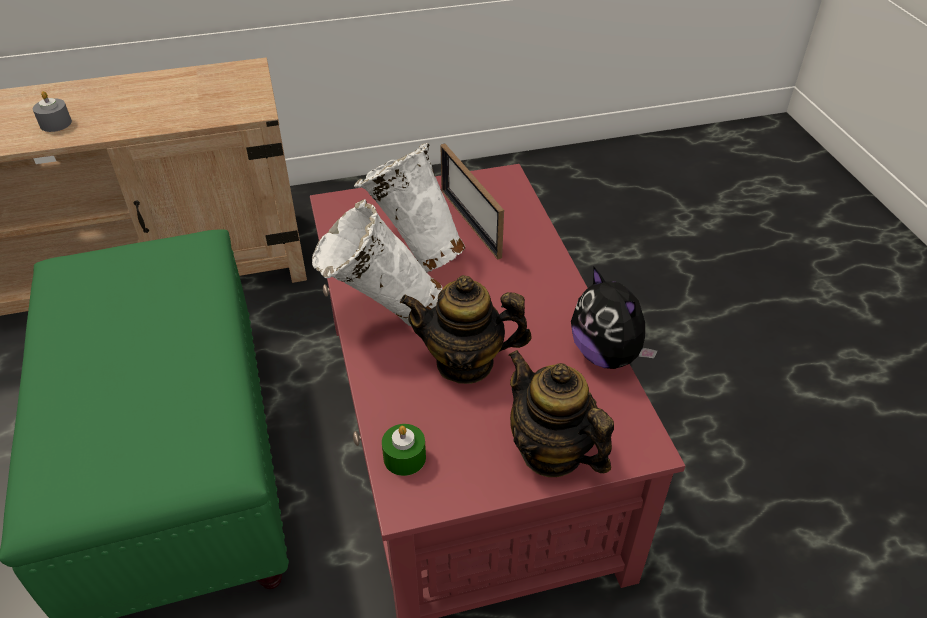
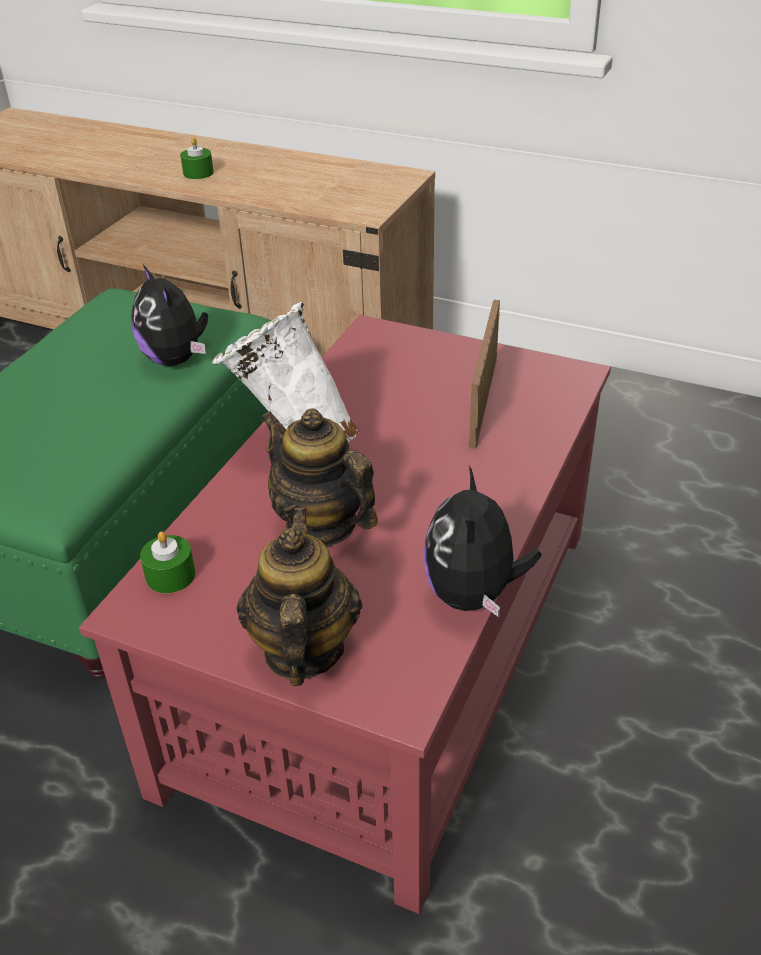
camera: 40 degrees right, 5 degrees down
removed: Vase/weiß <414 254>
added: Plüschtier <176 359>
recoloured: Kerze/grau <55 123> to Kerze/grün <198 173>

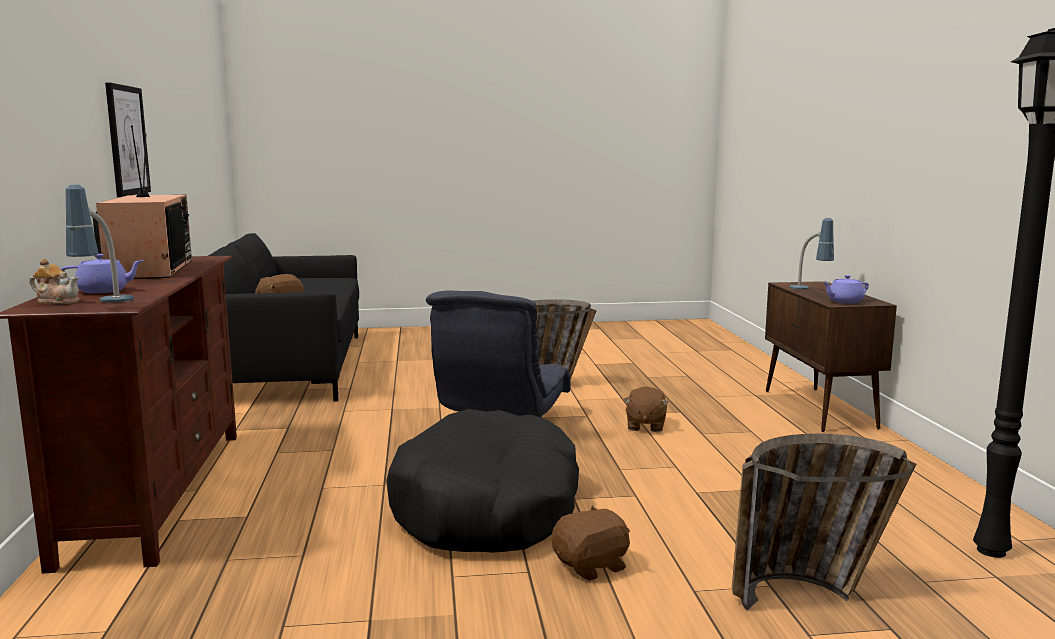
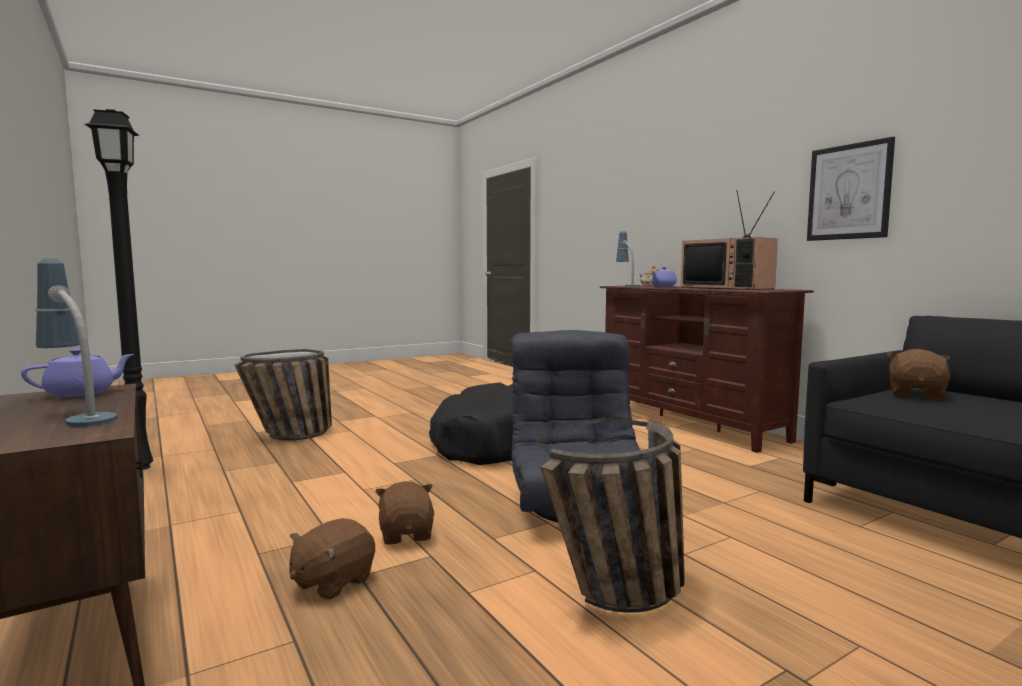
camera: 155 degrees right, 5 degrees down
moved: Plüschtier/braun <592 566> to <332 582>

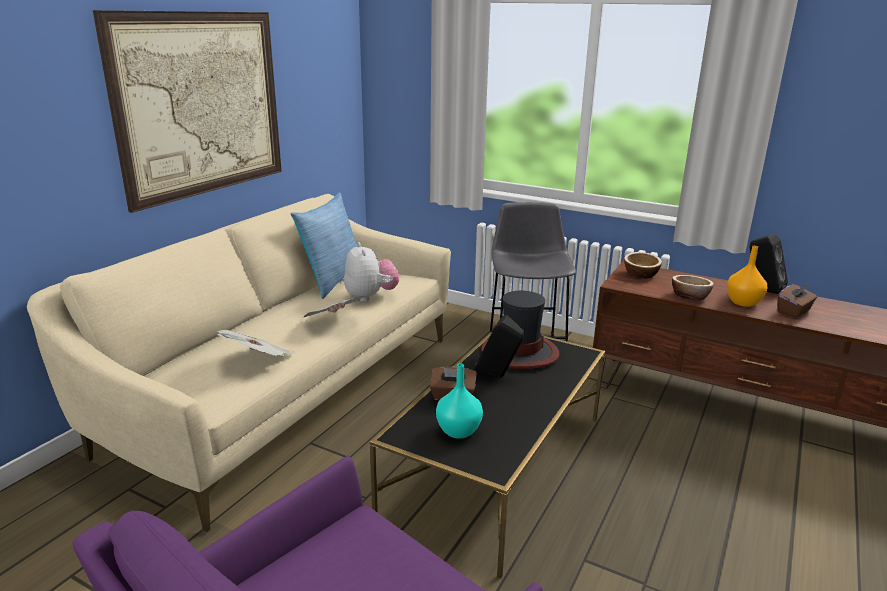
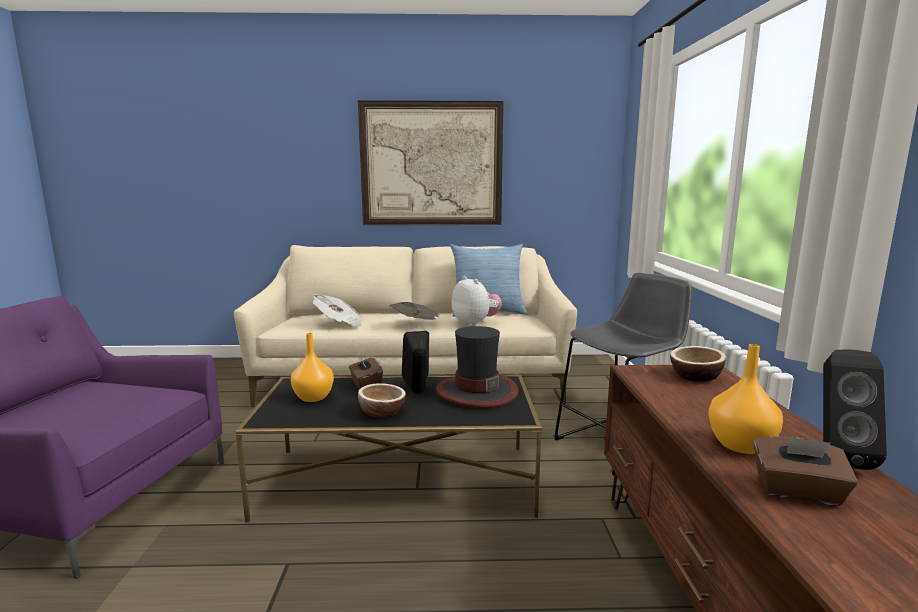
camera: 60 degrees right, 10 degrees down
moved: Schüssel <690 296> to <382 412>
recoloured: Vase/türkis <457 431> to Vase/orange <313 397>
turned: Plüschtier <370 297> = <475 323> 75 degrees counterclockwise

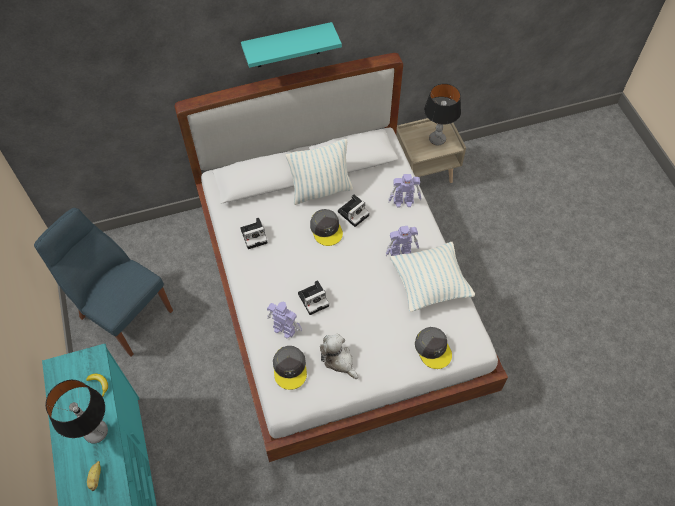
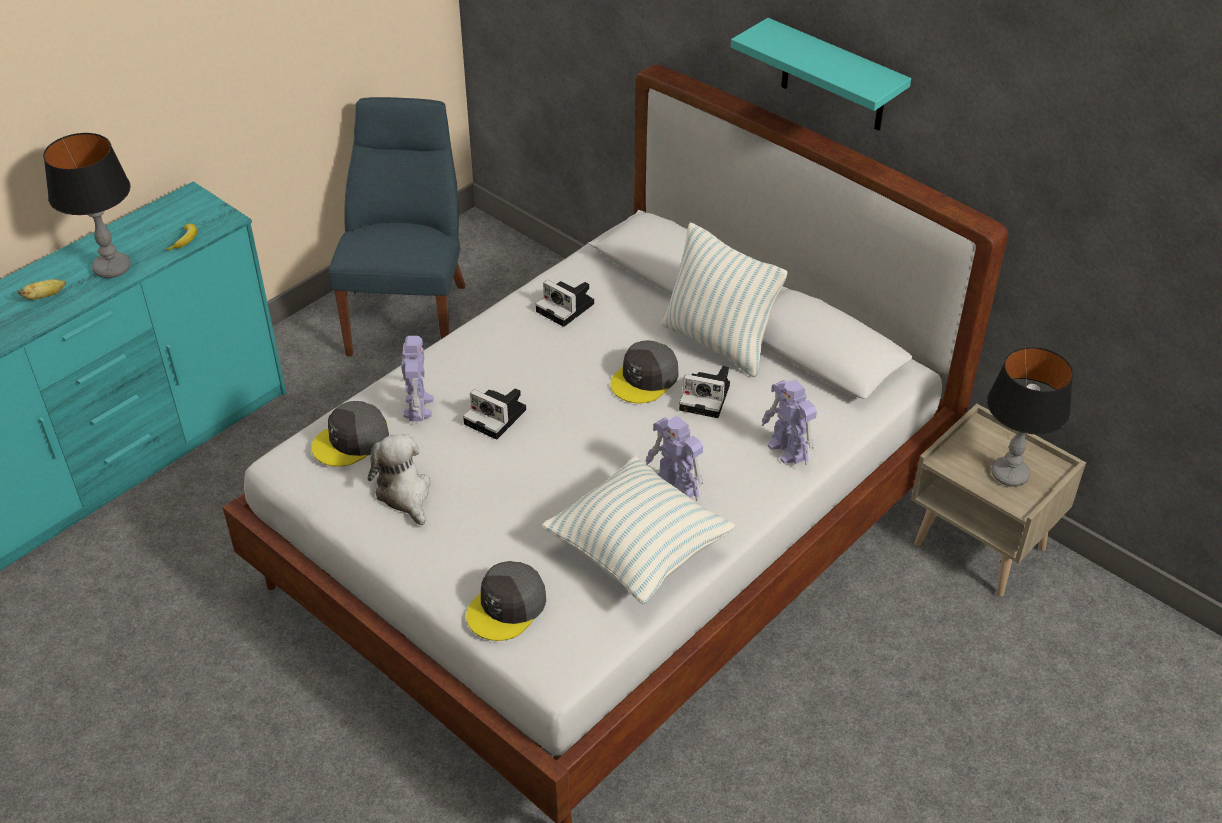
camera: 60 degrees right, 15 degrees down
turned: Plüschtier <338 360> = <405 494> 45 degrees counterclockwise

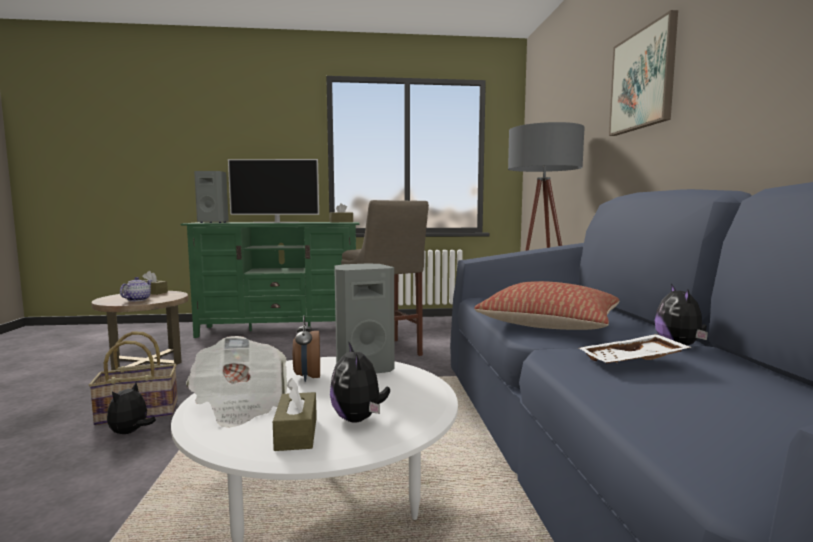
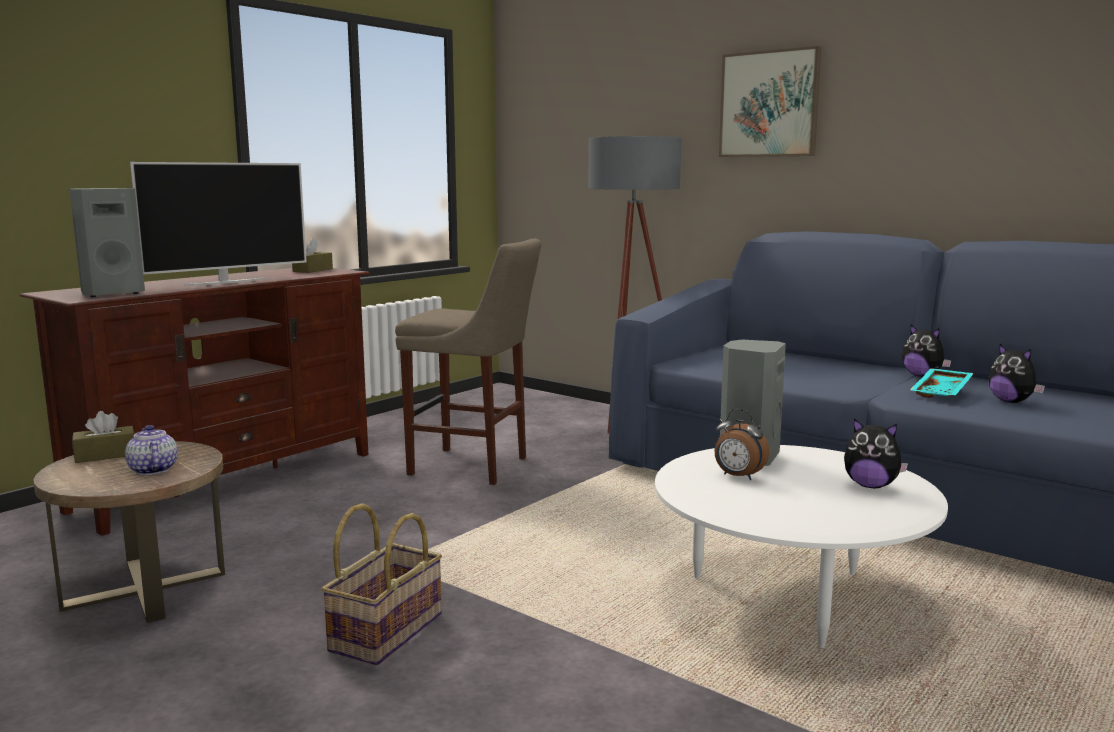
camera: 45 degrees left, 5 degrees up
removed: Zeitung <240 404>; Taschentuchbox/braun <296 433>; Kissen <549 325>
moved: Plüschtier <130 432> to <1011 401>
recoloured: Fernsehschrank/grün <280 329> to Fernsehschrank/braun <228 480>; Tablett/weiß <633 361> to Tablett/türkis <942 392>

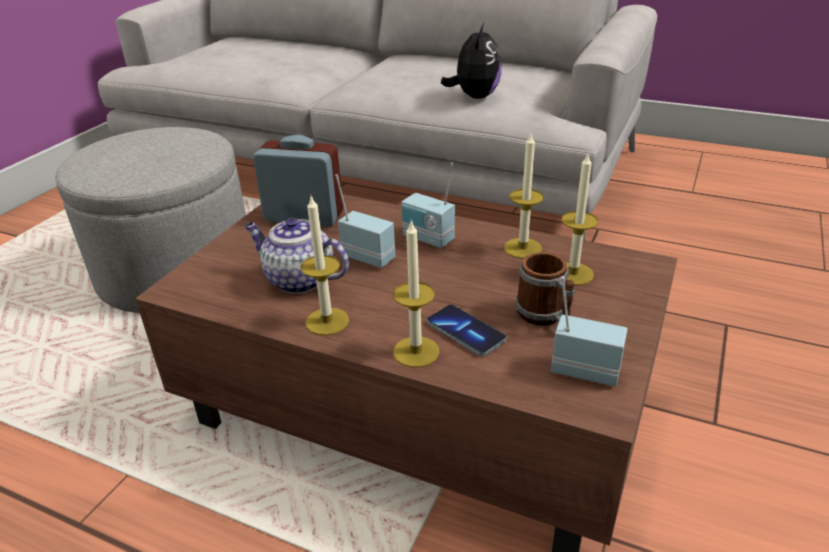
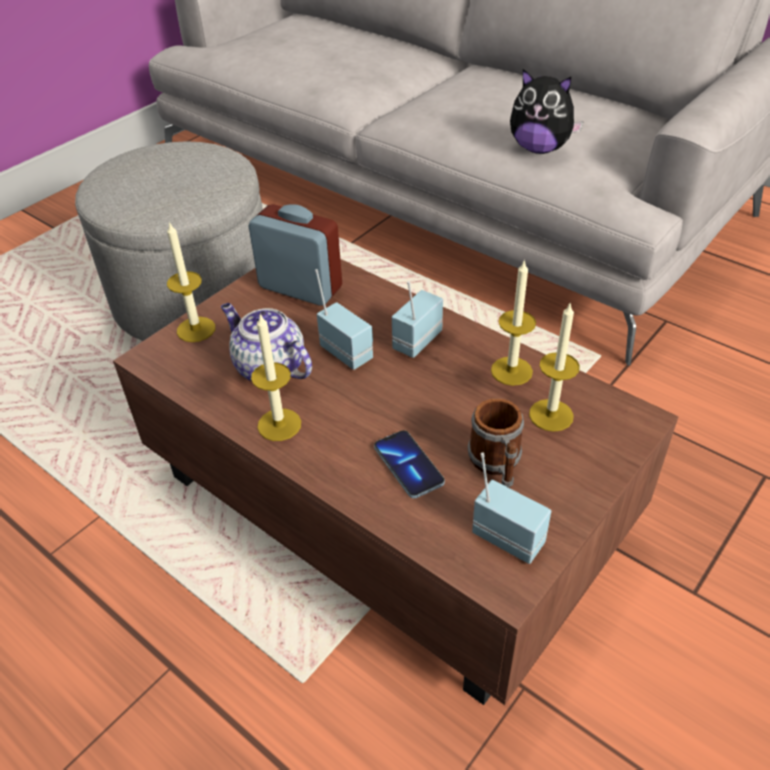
camera: 15 degrees right, 10 degrees up
moved: Kerze <416 352> to <196 329>
turned: Radio <427 239> = <415 340> 75 degrees clockwise; Plüschtier <474 96> = <539 149> 90 degrees clockwise

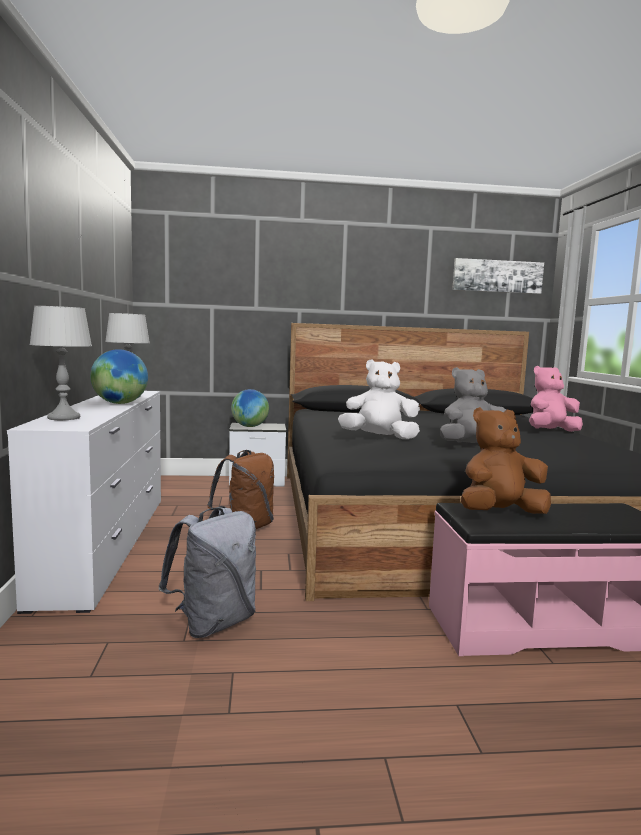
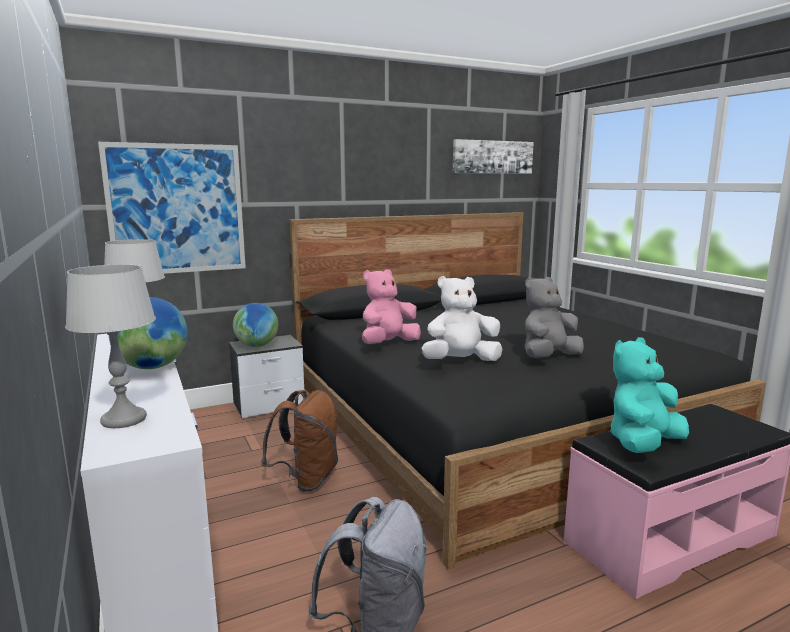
camera: 20 degrees left, 5 degrees up
added: Bild <177 209>
moved: Plüschtier/rosa <551 431> to <388 344>
recoloured: Plüschtier/braun <500 514> to Plüschtier/türkis <643 444>

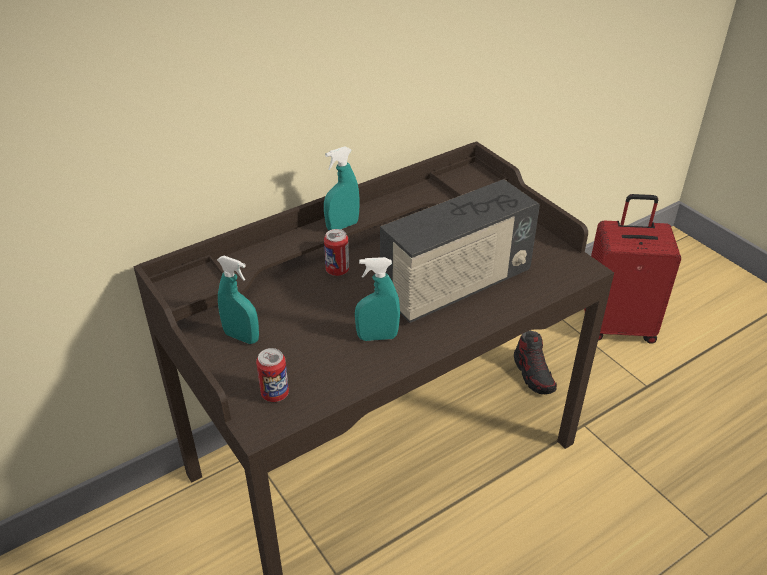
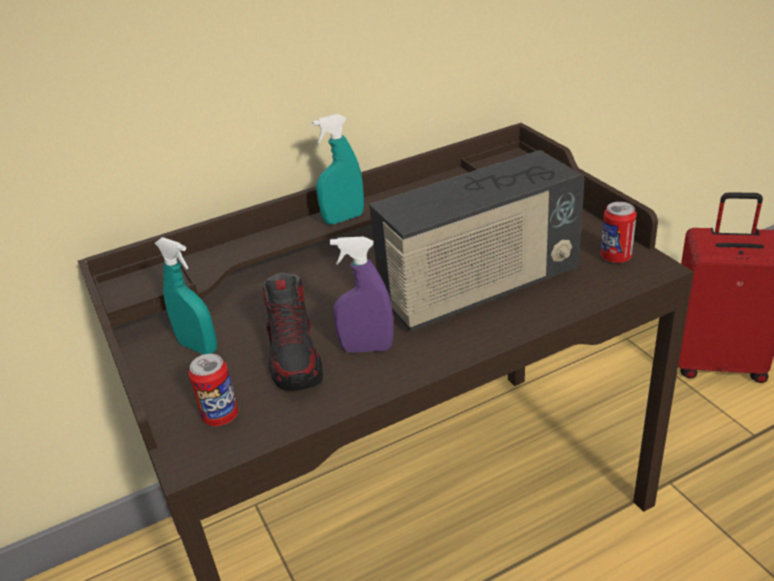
camera: 10 degrees right, 5 degrees down
moved: Dose <337 270> to <615 257>; Schuh <533 374> to <295 356>
recoloured: Sprühflasche/türkis <377 337> to Sprühflasche/lila <367 348>

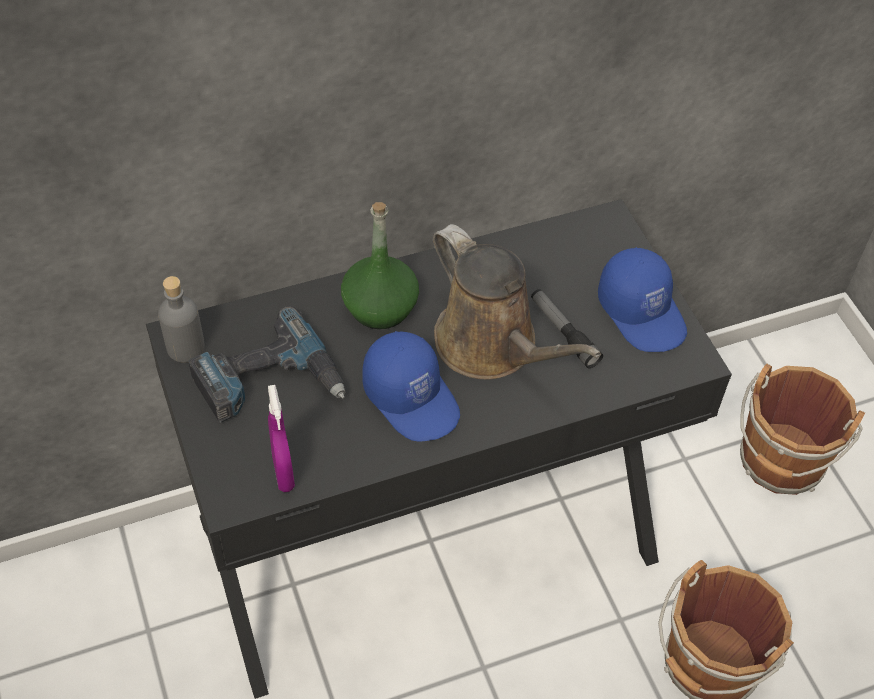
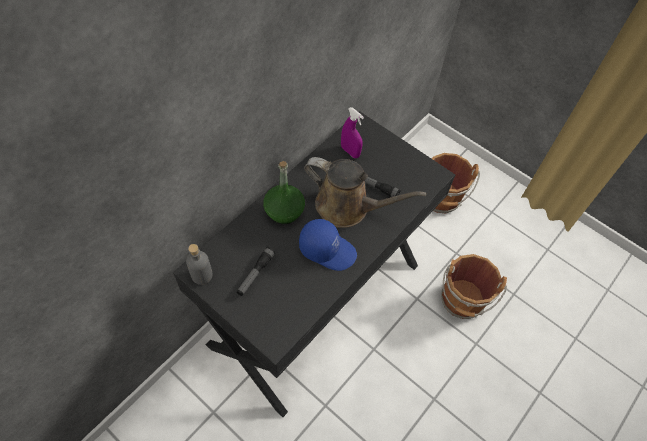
camera: 30 degrees left, 5 degrees up
removed: Kappe/blau <643 312>
moved: Sprühflasche/lila <283 472> to <350 151>
replaced: Bohrmaschine <269 383> to Taschenlampe <255 274>

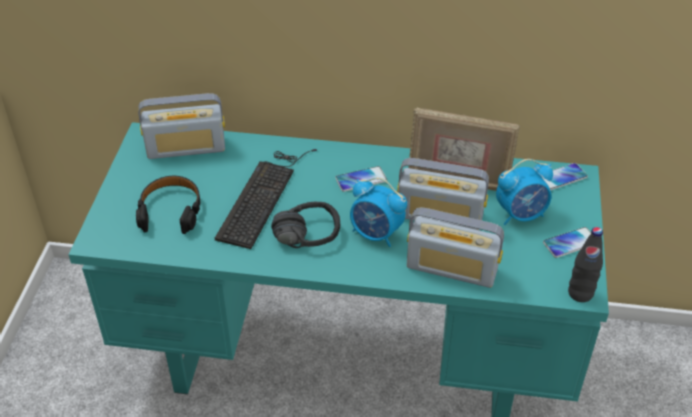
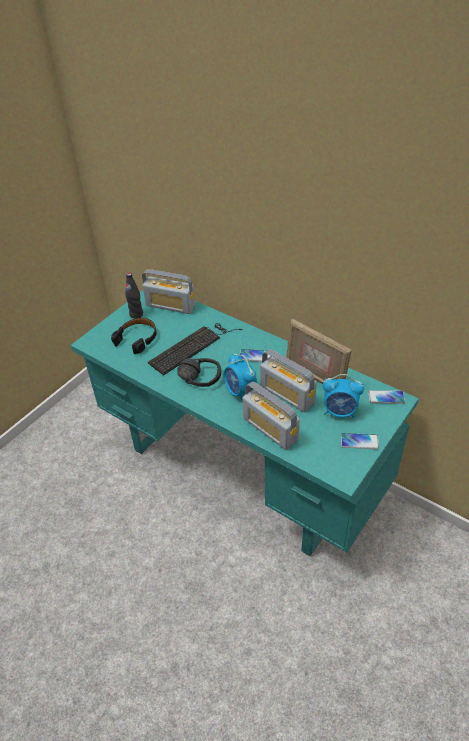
camera: 30 degrees right, 0 degrees up
moved: Flasche/schwarz <580 293> to <136 314>

